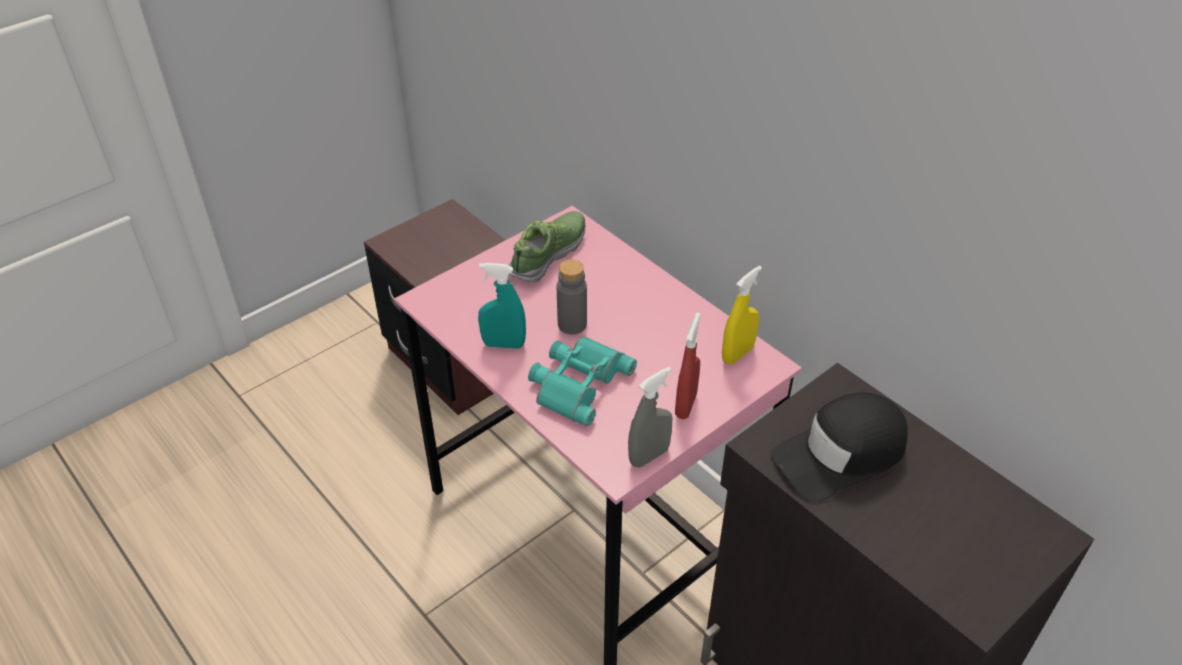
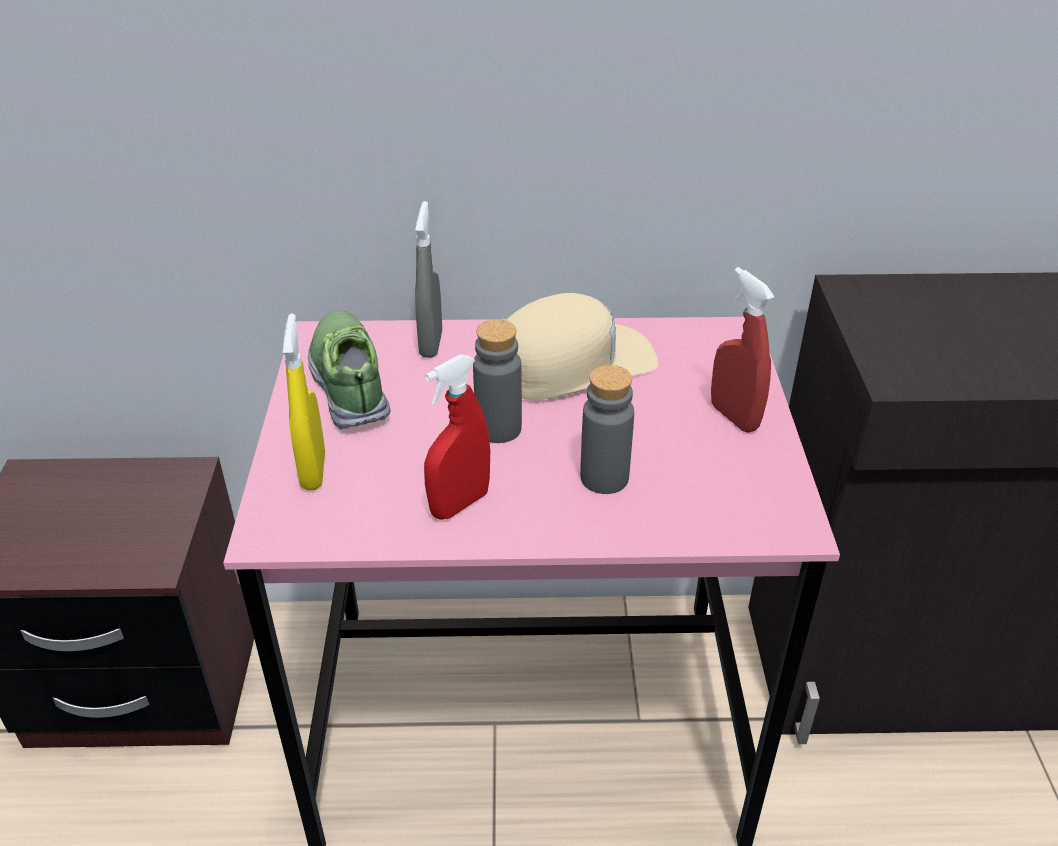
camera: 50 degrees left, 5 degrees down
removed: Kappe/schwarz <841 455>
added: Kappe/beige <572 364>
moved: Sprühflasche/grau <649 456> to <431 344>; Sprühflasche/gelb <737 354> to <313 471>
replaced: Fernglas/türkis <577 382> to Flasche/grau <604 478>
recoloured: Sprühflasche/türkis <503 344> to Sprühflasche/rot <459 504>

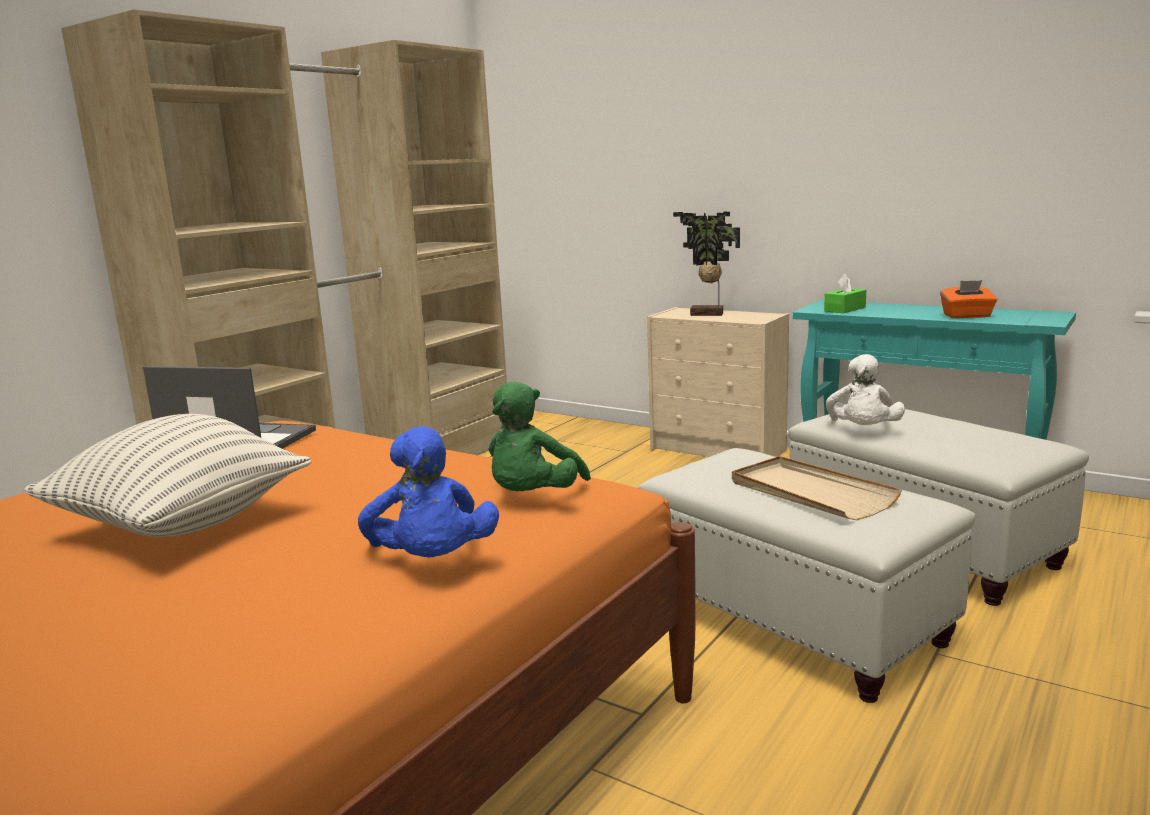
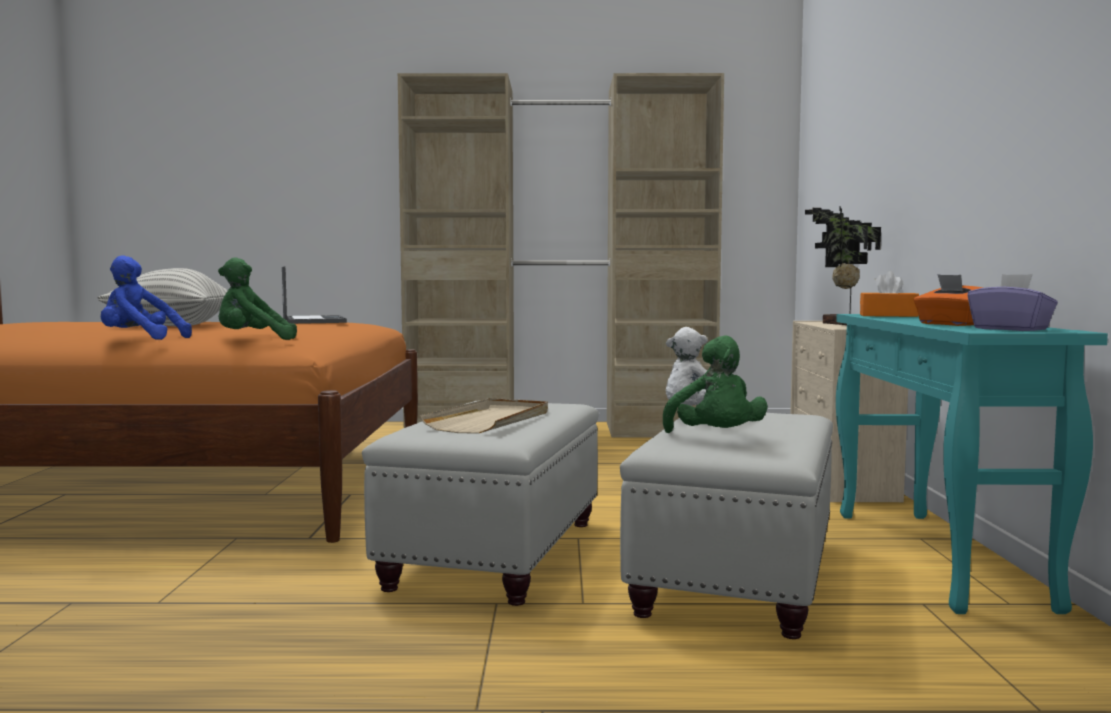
camera: 55 degrees right, 10 degrees down
added: Plüschtier/grün <716 439>; Taschentuchbox/lila <1010 329>
recoloured: Taschentuchbox/grün <845 309> to Taschentuchbox/orange <888 315>
turned: Plüschtier/blau <432 562> = <139 340> 60 degrees clockwise

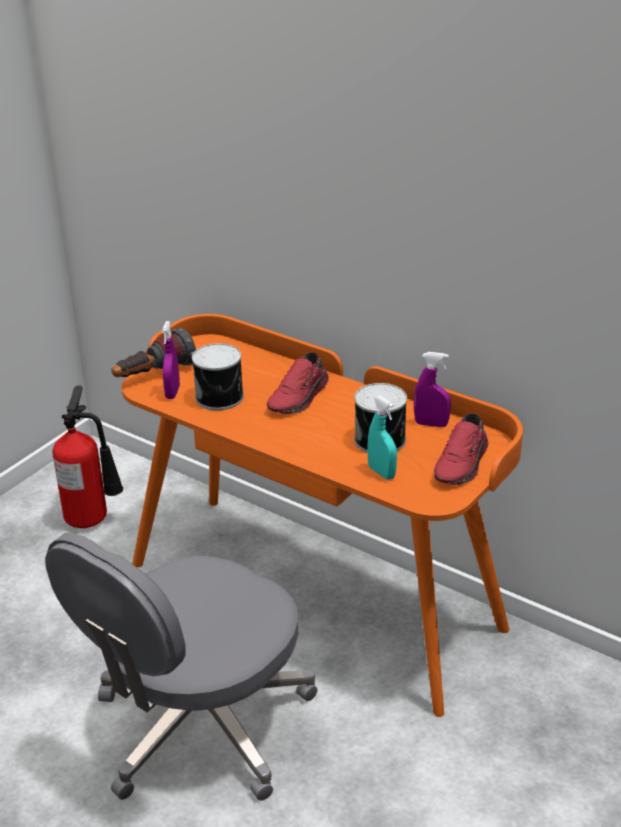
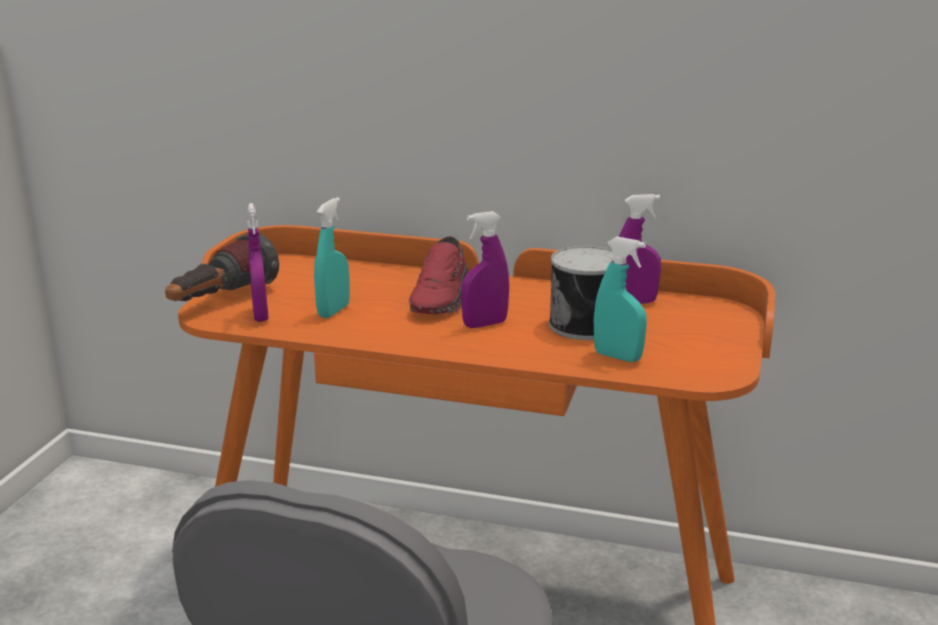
camera: 20 degrees left, 10 degrees down
removed: Feuerlöscher <93 518>; Schuh/rot <463 464>
added: Sprühflasche/lila <485 324>
replaced: Dose <221 397> to Sprühflasche/türkis <333 311>

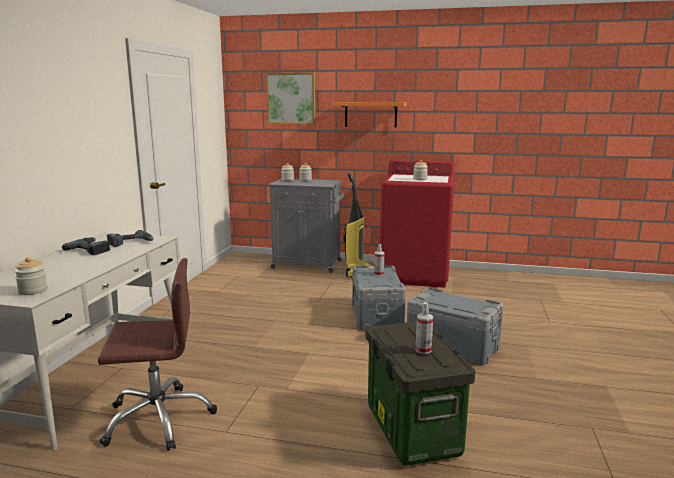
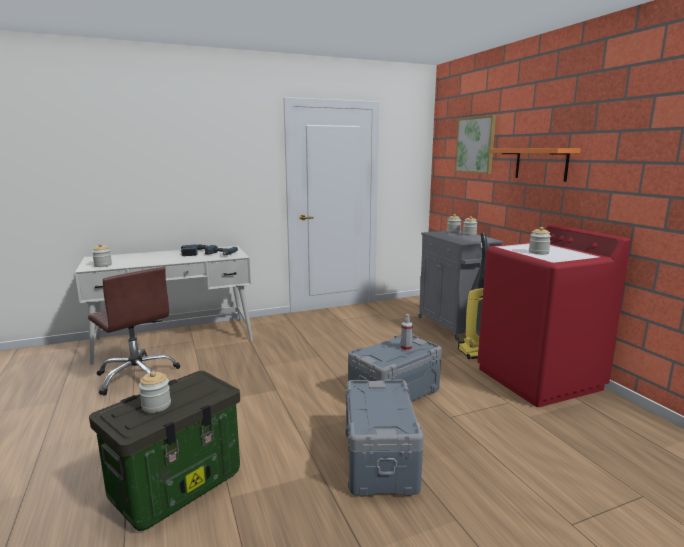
camera: 55 degrees right, 0 degrees up
replaced: Sprühflasche <423 350> to Vorratsglas <156 405>

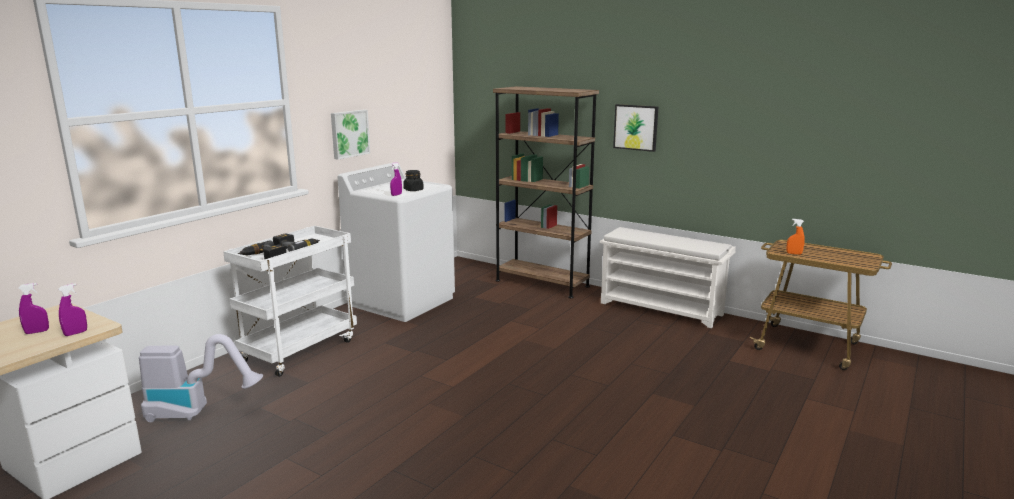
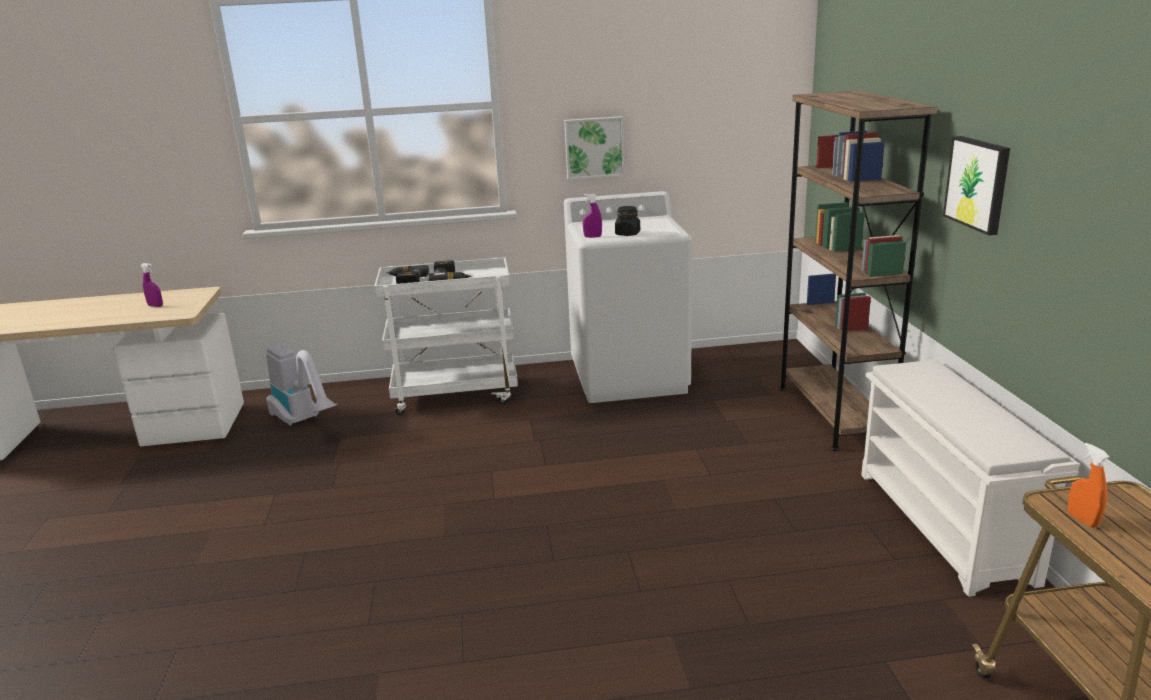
camera: 50 degrees right, 5 degrees up
removed: Sprühflasche/lila <76 333>

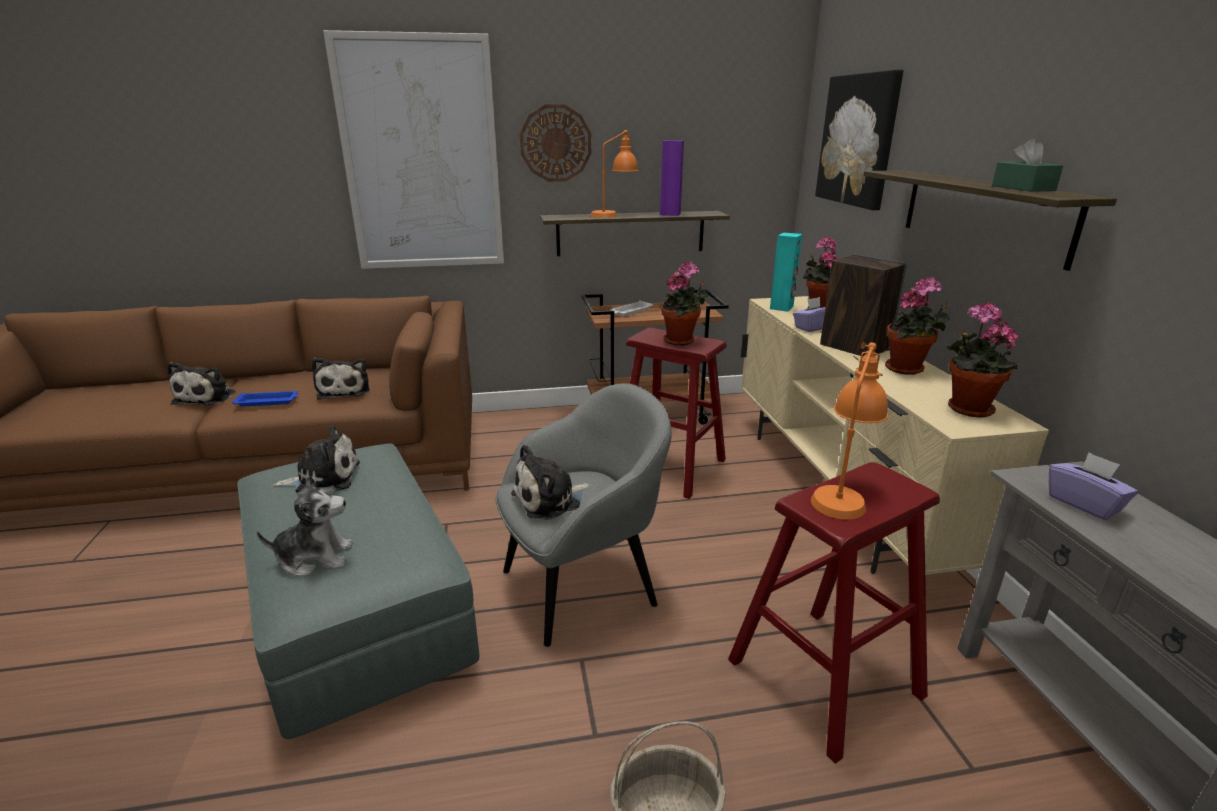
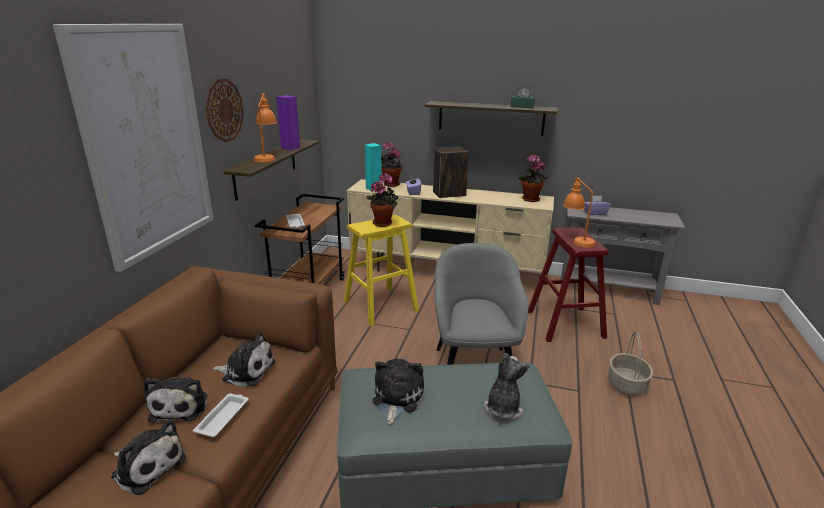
camera: 65 degrees left, 0 degrees up
removed: Bild <858 140>; Topfpflanze <907 370>
moved: Plüschtier <550 500> to <181 405>
recoloured: Tablett/blau <268 402> to Tablett/weiß <223 417>; Hocker/rot <670 467> to Hocker/gelb <381 305>

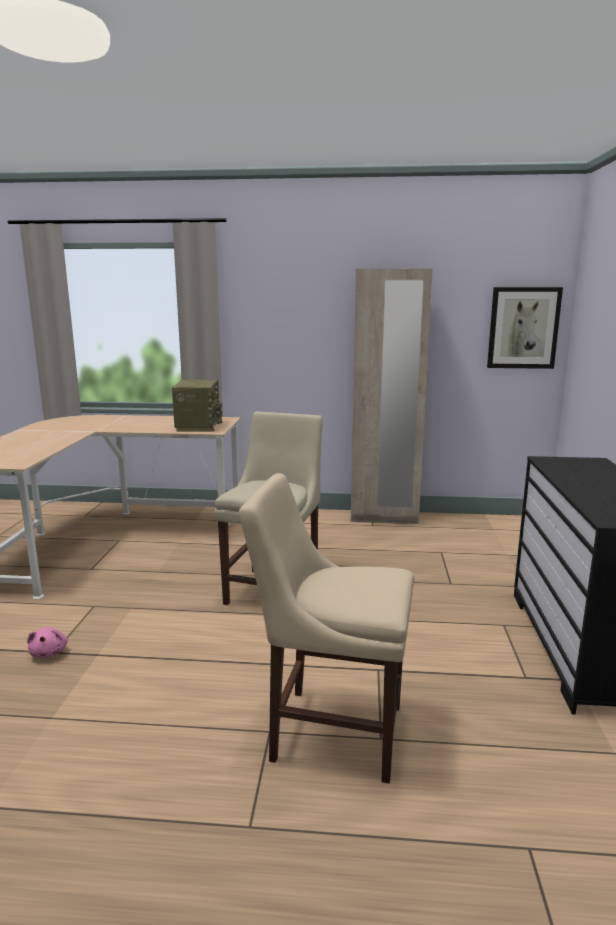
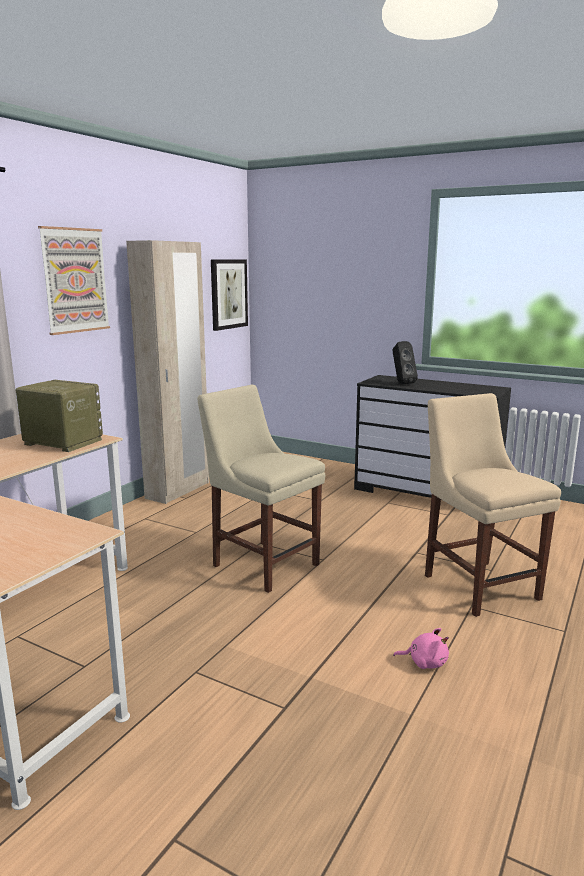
camera: 65 degrees left, 0 degrees up
added: Bild <75 280>; Lautsprecher/schwarz <402 383>
moved: Plüschtier/rosa <49 653> to <425 662>
turned: Stuhl/beige <330 730> = <477 584> 120 degrees clockwise

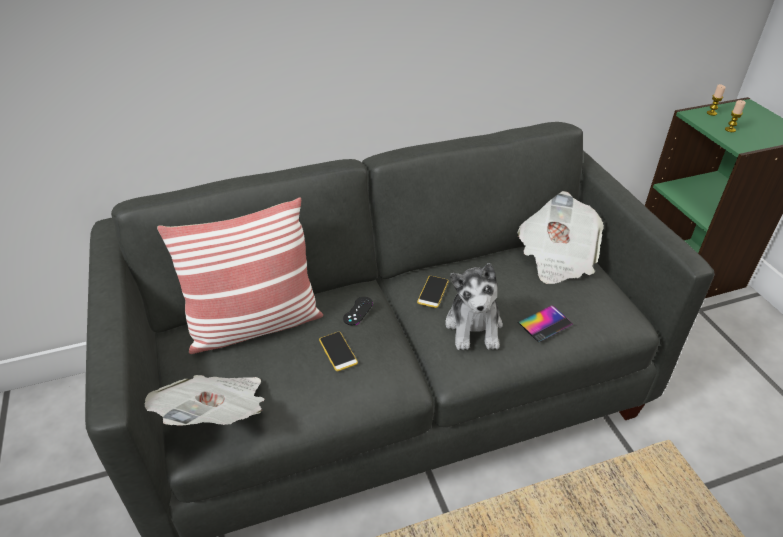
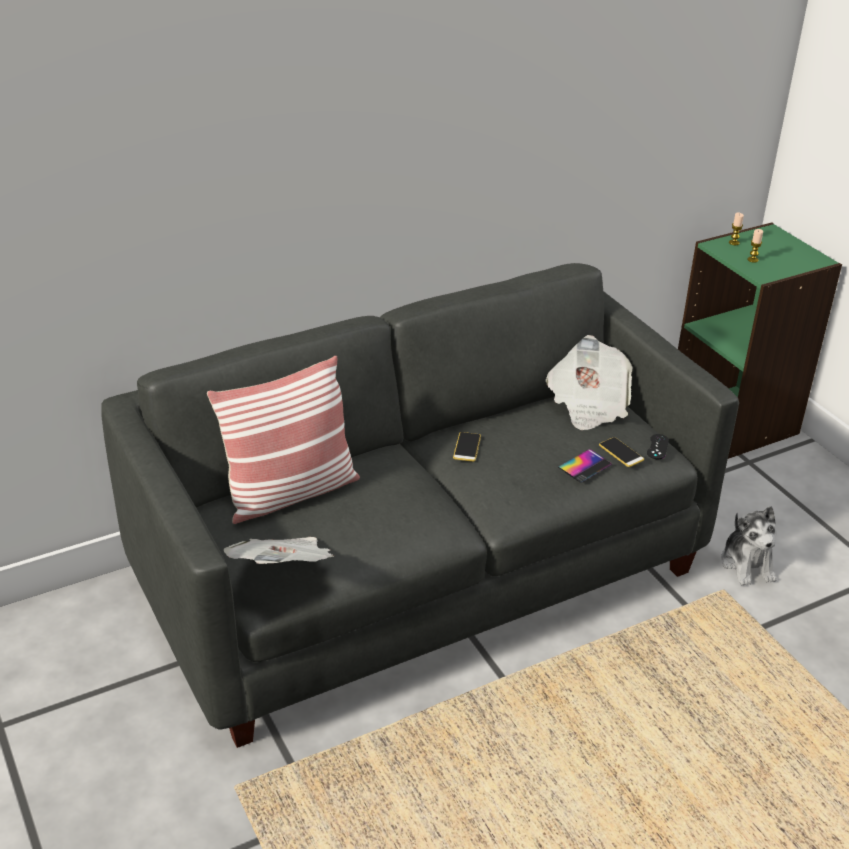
camera: 10 degrees left, 5 degrees down
moved: Handy <338 351> to <621 452>; Gamepad/schwarz <358 311> to <657 447>; Plüschtier <474 326> to <747 564>

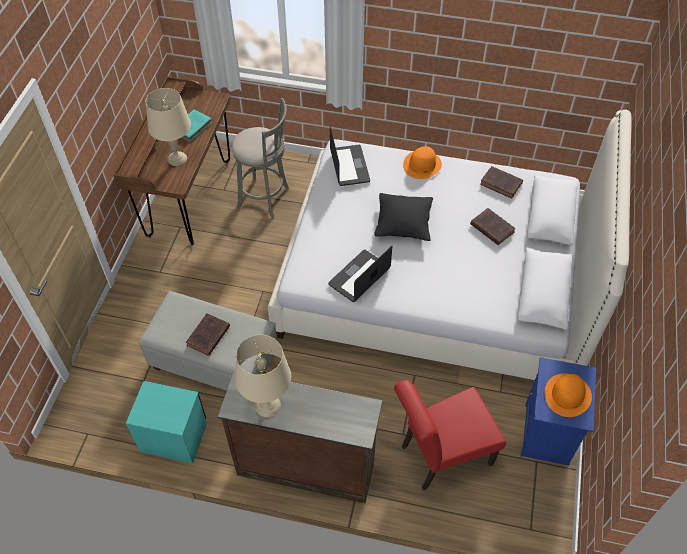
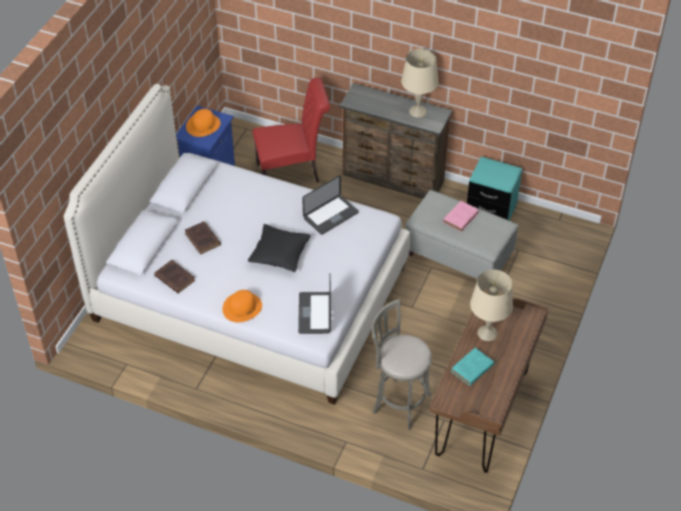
camera: 170 degrees left, 5 degrees down
recoloured: Buch/braun <207 337> to Buch/rosa <461 217>

